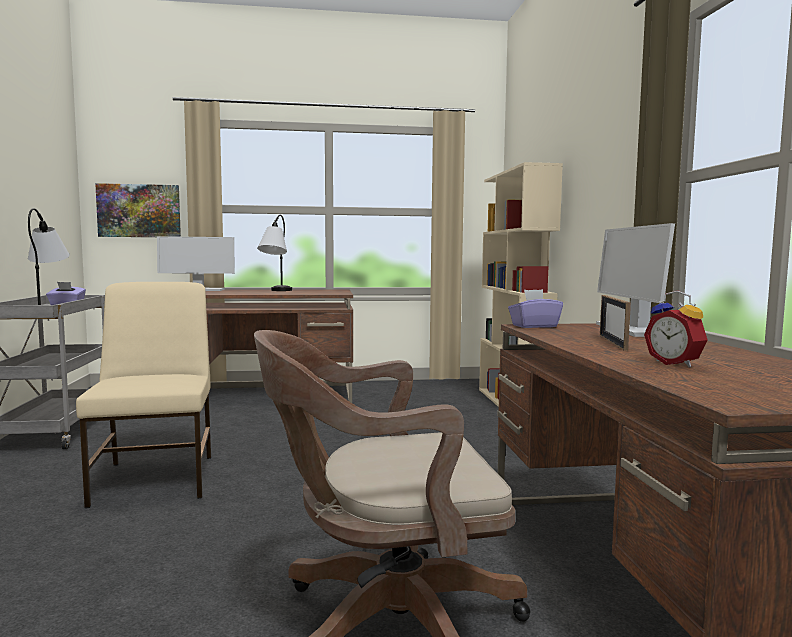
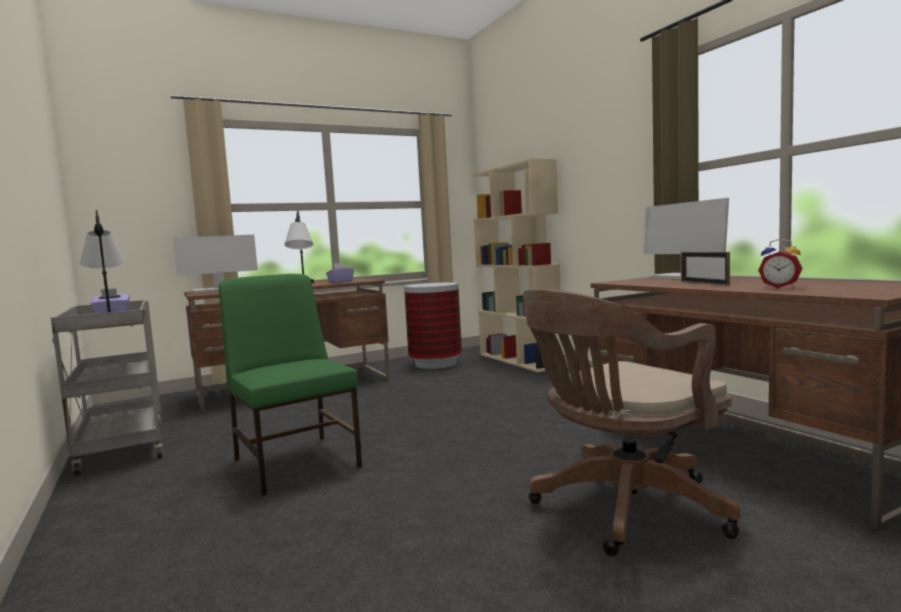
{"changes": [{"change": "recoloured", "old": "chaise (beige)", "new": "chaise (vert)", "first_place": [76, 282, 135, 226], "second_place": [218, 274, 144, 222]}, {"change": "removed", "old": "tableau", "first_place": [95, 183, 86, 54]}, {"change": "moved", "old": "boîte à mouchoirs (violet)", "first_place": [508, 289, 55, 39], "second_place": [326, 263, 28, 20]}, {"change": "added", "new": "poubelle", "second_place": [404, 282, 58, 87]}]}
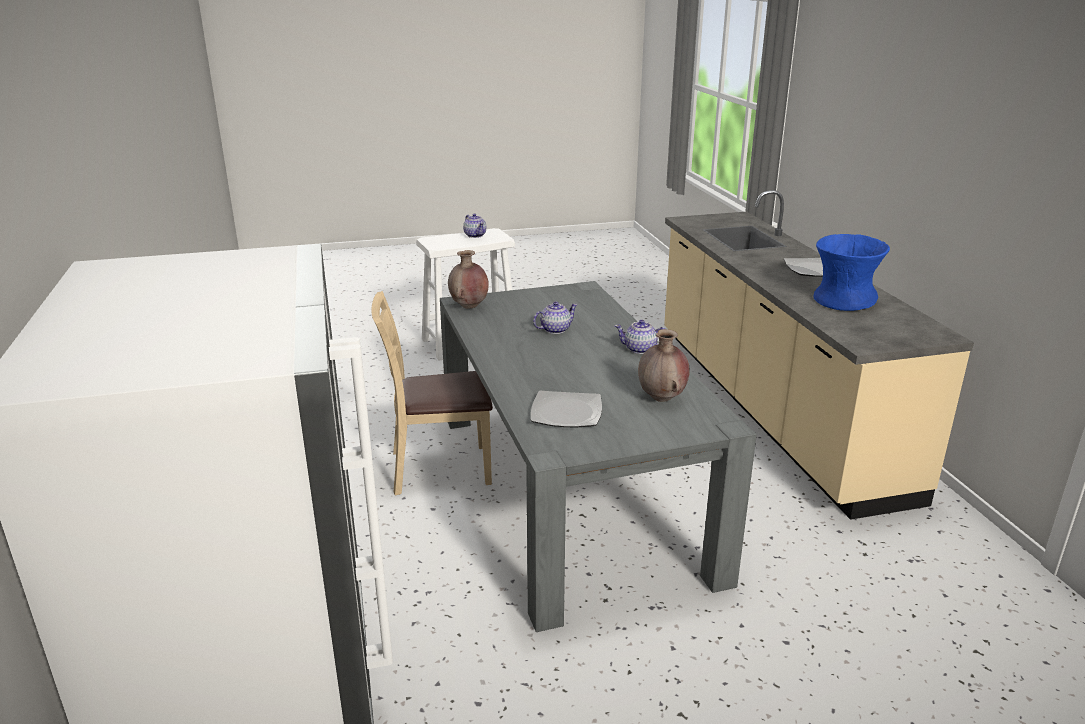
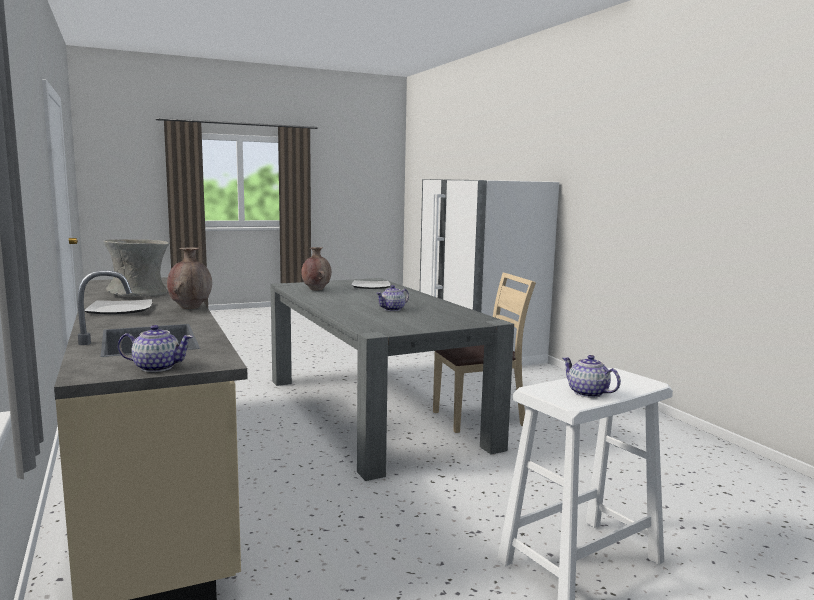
{"changes": [{"change": "moved", "old": "vase (marron)", "first_place": [448, 250, 41, 59], "second_place": [167, 247, 45, 62]}, {"change": "moved", "old": "théière", "first_place": [615, 320, 50, 34], "second_place": [118, 325, 75, 47]}, {"change": "recoloured", "old": "vase (bleu)", "new": "vase (gris)", "first_place": [814, 234, 76, 77], "second_place": [103, 239, 66, 57]}]}
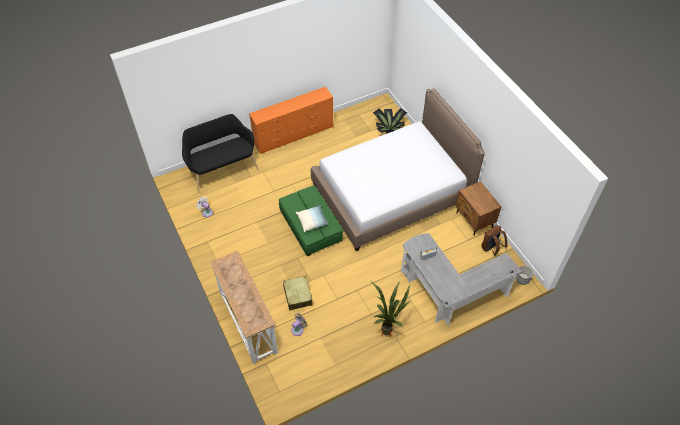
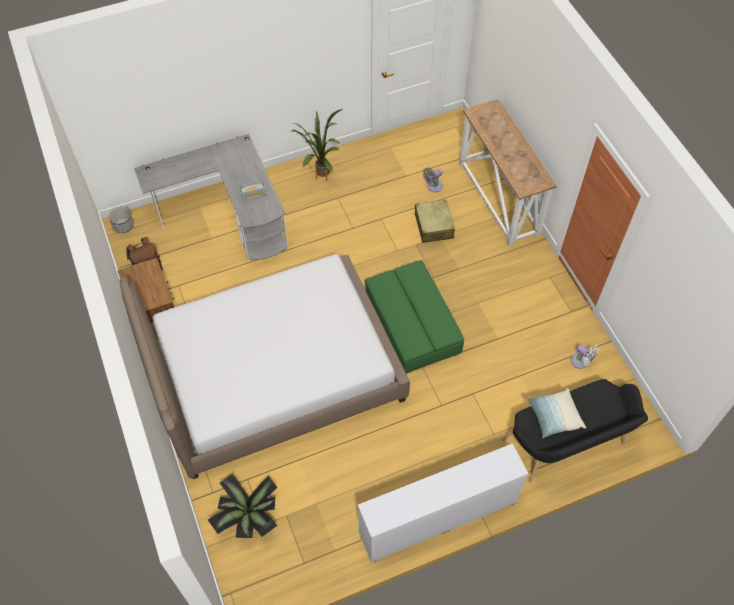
{"changes": [{"change": "recoloured", "old": "commode (orange)", "new": "commode (blanc)", "first_place": [249, 87, 84, 67], "second_place": [358, 443, 171, 120]}, {"change": "moved", "old": "coussin", "first_place": [296, 205, 33, 27], "second_place": [527, 388, 59, 50]}]}
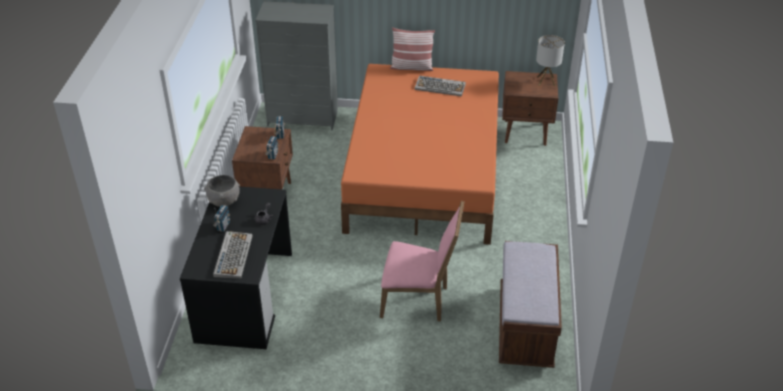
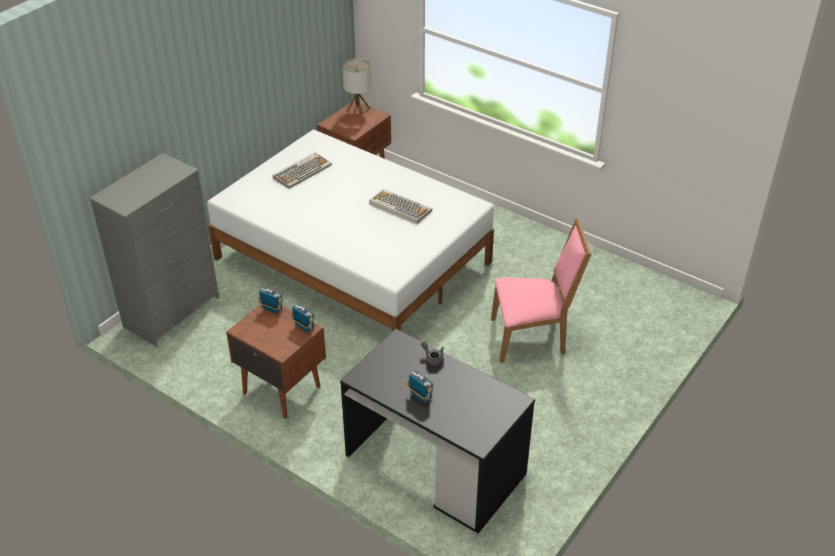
{"changes": [{"change": "removed", "old": "bol (gris)", "first_place": [204, 175, 36, 32]}, {"change": "moved", "old": "clavier", "first_place": [213, 231, 40, 48], "second_place": [369, 189, 63, 35]}, {"change": "recoloured", "old": "lit (orange)", "new": "lit (blanc)", "first_place": [341, 64, 158, 181], "second_place": [207, 130, 287, 202]}, {"change": "turned", "old": "chaise (rose)", "first_place": [380, 201, 84, 121], "second_place": [491, 218, 100, 145], "degrees": 45}, {"change": "removed", "old": "coussin", "first_place": [390, 27, 45, 44]}, {"change": "removed", "old": "banc (marron)", "first_place": [499, 241, 63, 127]}]}
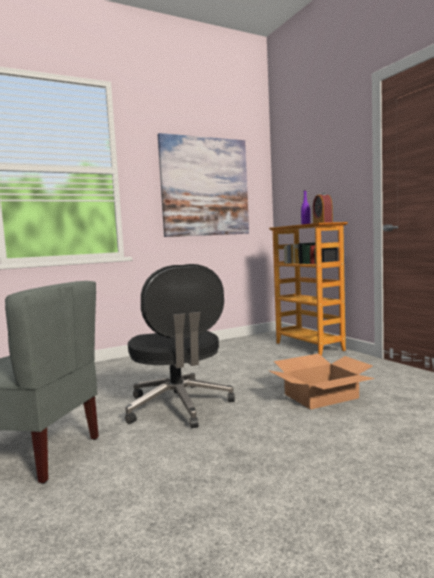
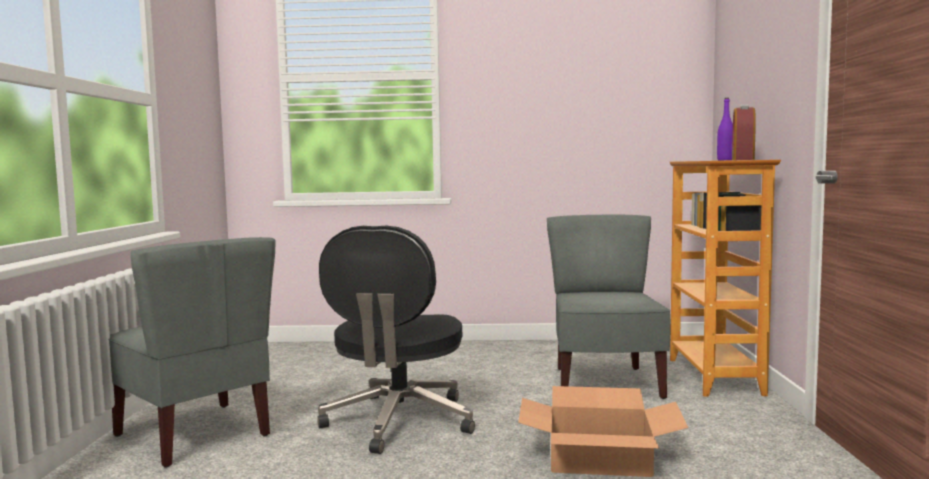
{"changes": [{"change": "removed", "old": "tableau", "first_place": [158, 133, 91, 104]}, {"change": "added", "new": "chaise (gris)", "second_place": [547, 214, 123, 185]}]}
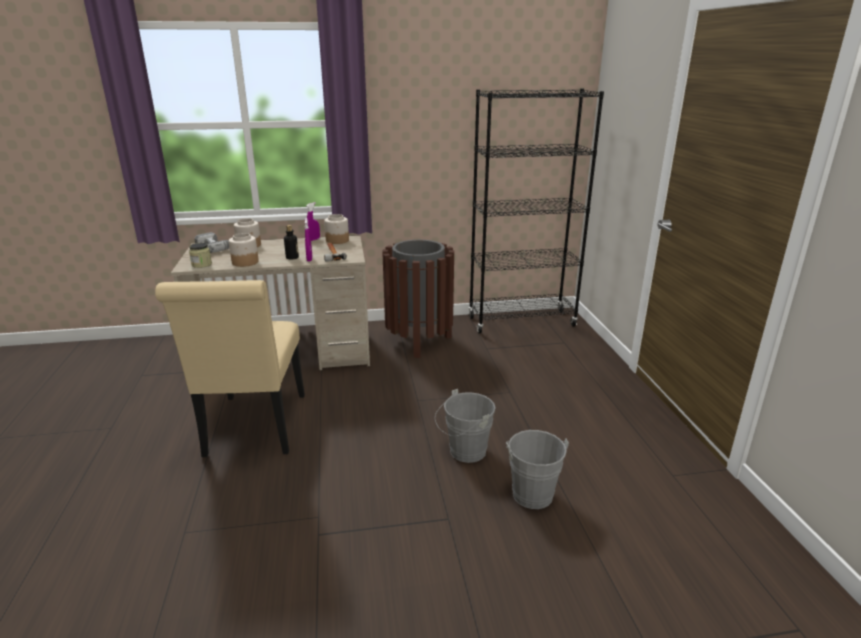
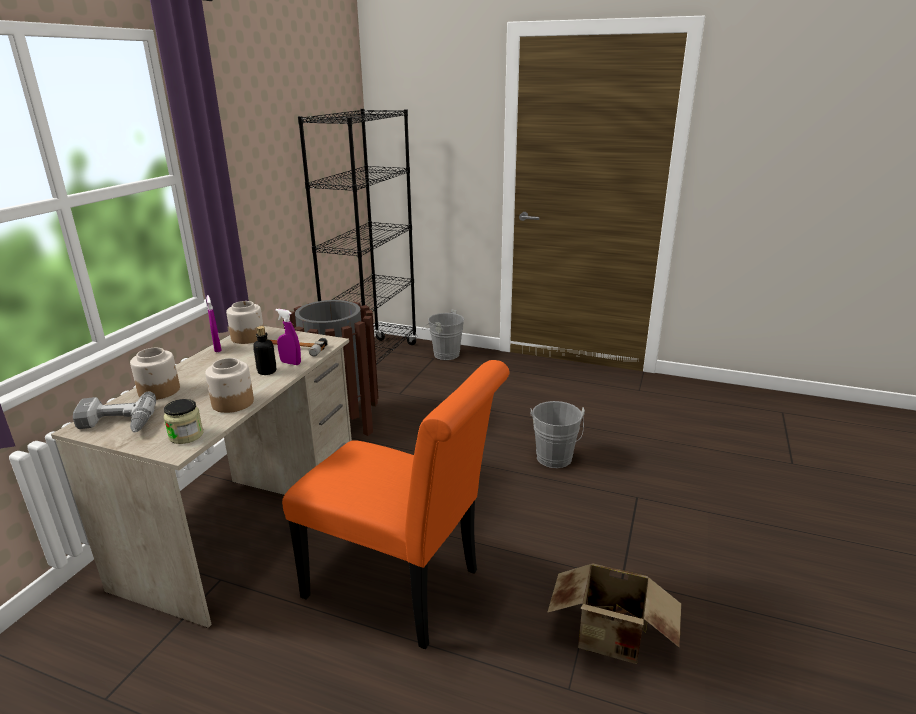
{"changes": [{"change": "recoloured", "old": "chaise (beige)", "new": "chaise (orange)", "first_place": [155, 280, 150, 177], "second_place": [282, 360, 228, 290]}, {"change": "moved", "old": "seau (gris)", "first_place": [506, 430, 63, 79], "second_place": [422, 310, 42, 50]}, {"change": "added", "new": "carton", "second_place": [547, 563, 134, 101]}]}
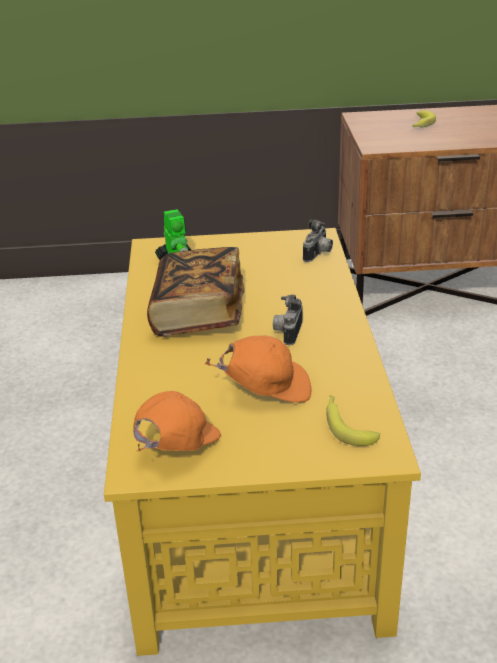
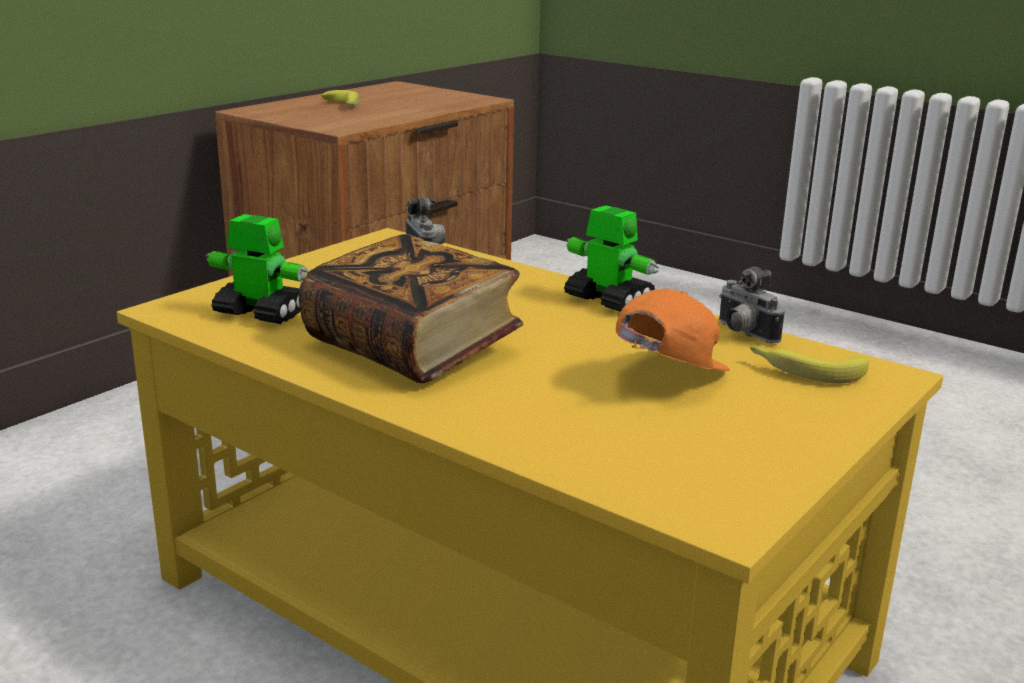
{"changes": [{"change": "removed", "old": "casquette (orange)", "first_place": [133, 391, 88, 60]}, {"change": "moved", "old": "appareil photo", "first_place": [273, 295, 30, 50], "second_place": [719, 266, 65, 77]}, {"change": "added", "new": "robot jouet", "second_place": [564, 205, 95, 107]}]}
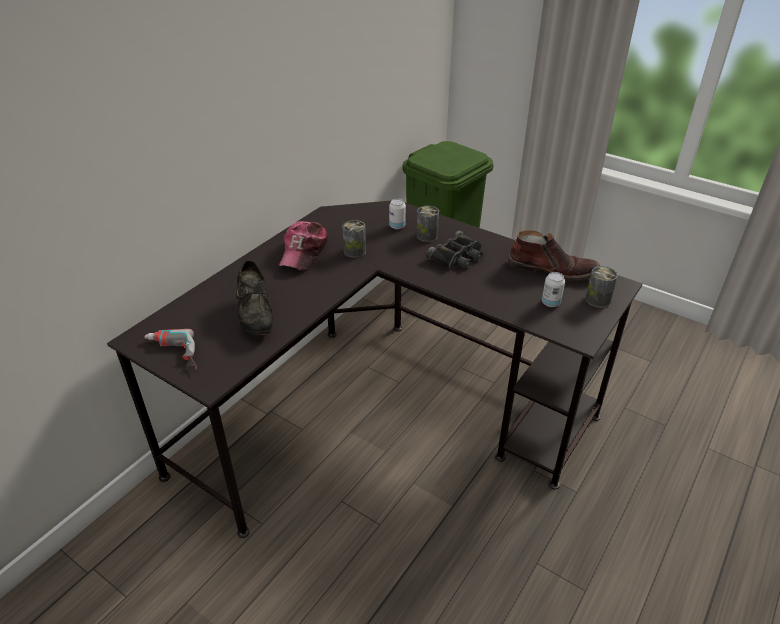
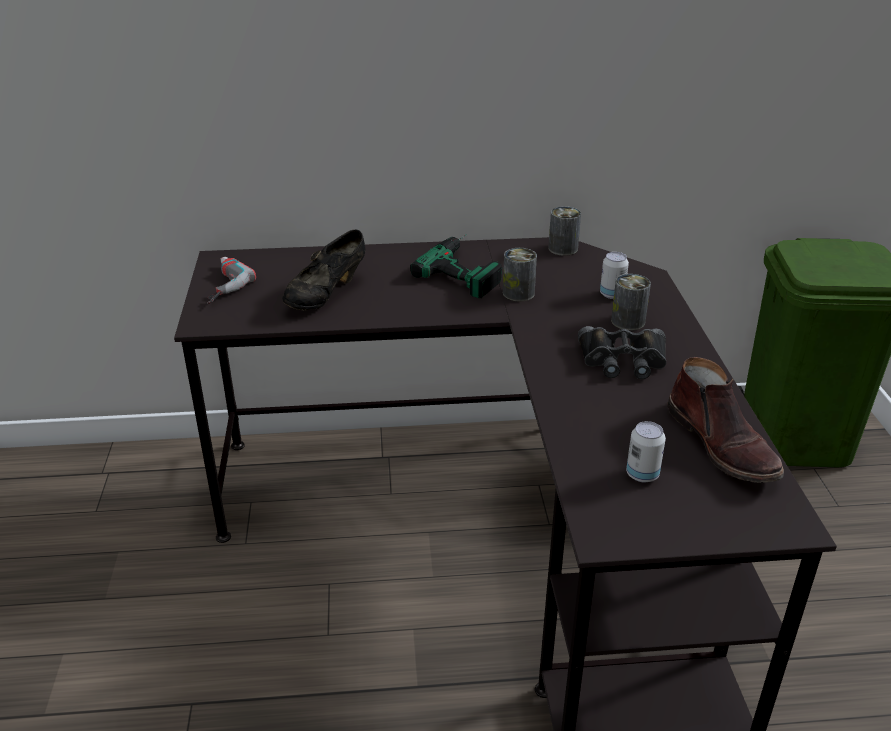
{"changes": [{"change": "replaced", "old": "casquette", "new": "perceuse", "first_place": [279, 221, 49, 50], "second_place": [410, 234, 92, 64]}, {"change": "moved", "old": "boîte métallique", "first_place": [585, 266, 33, 42], "second_place": [548, 206, 33, 50]}]}
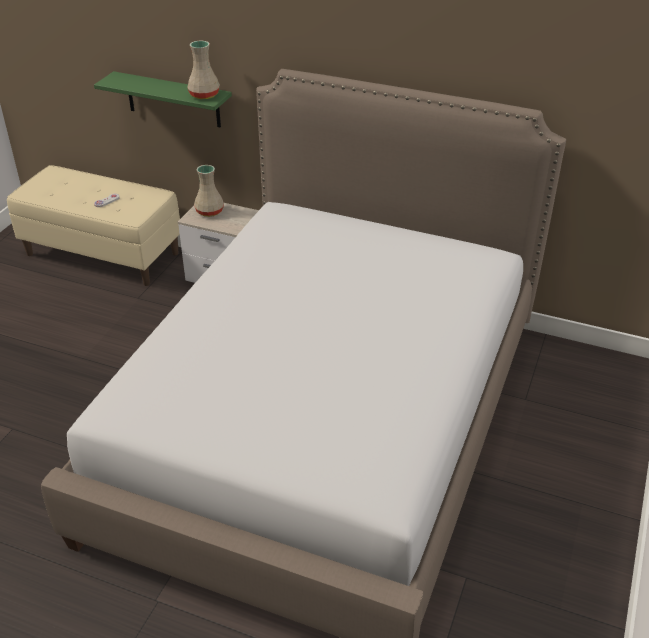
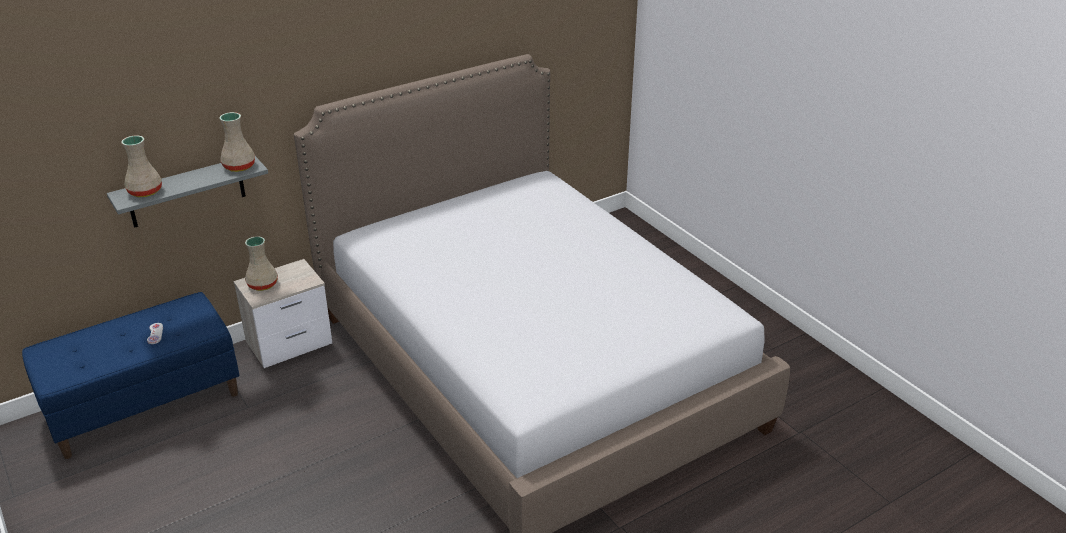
{"changes": [{"change": "recoloured", "old": "banc (beige)", "new": "banc (bleu)", "first_place": [7, 165, 173, 121], "second_place": [22, 292, 217, 167]}, {"change": "recoloured", "old": "étagère (vert)", "new": "étagère (gris)", "first_place": [94, 71, 138, 56], "second_place": [107, 156, 161, 72]}, {"change": "added", "new": "vase (beige)", "second_place": [121, 136, 41, 61]}]}
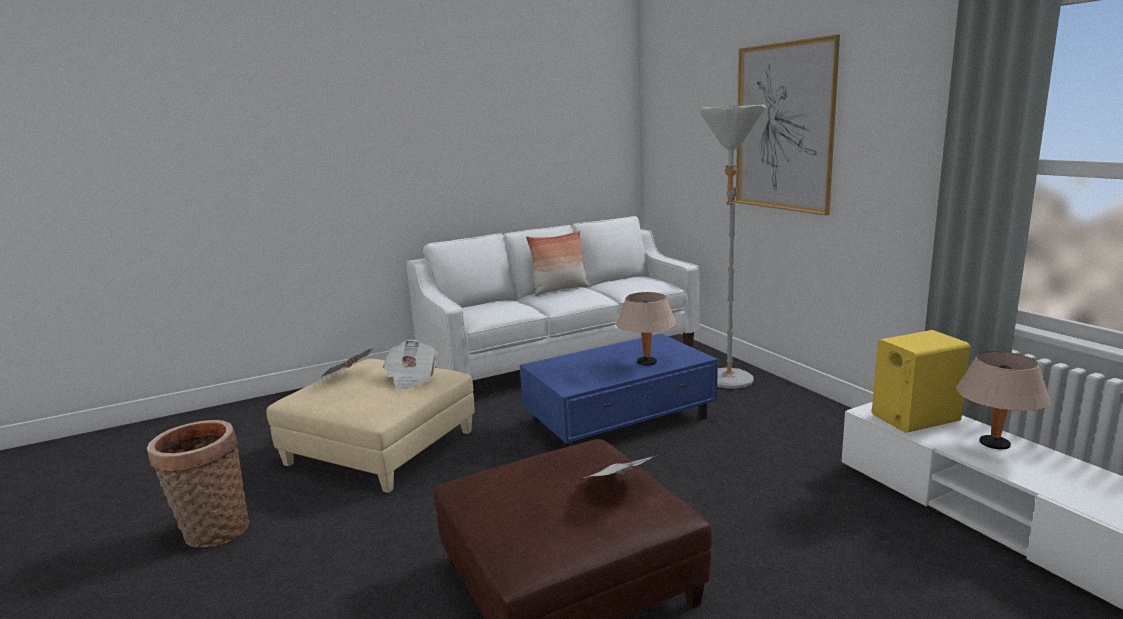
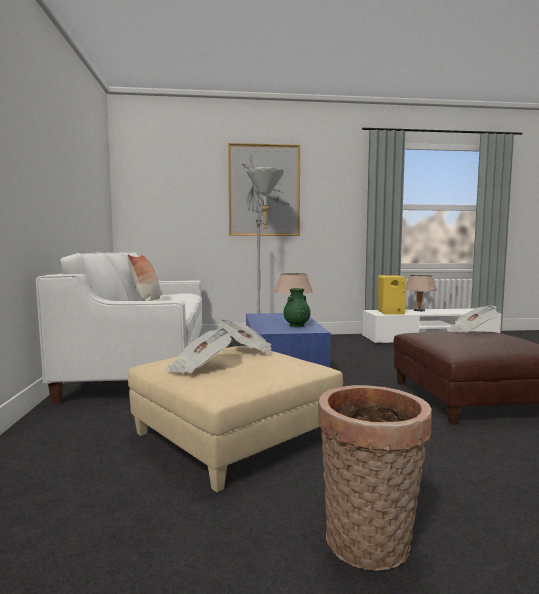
{"changes": [{"change": "added", "new": "vase (vert)", "second_place": [284, 288, 26, 39]}]}
